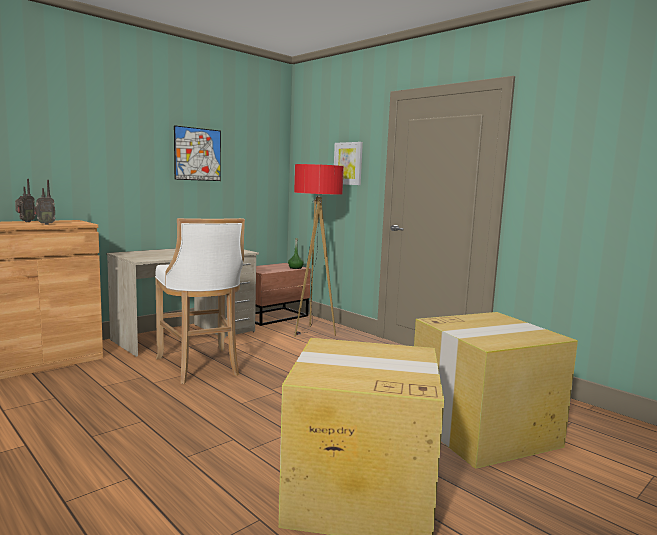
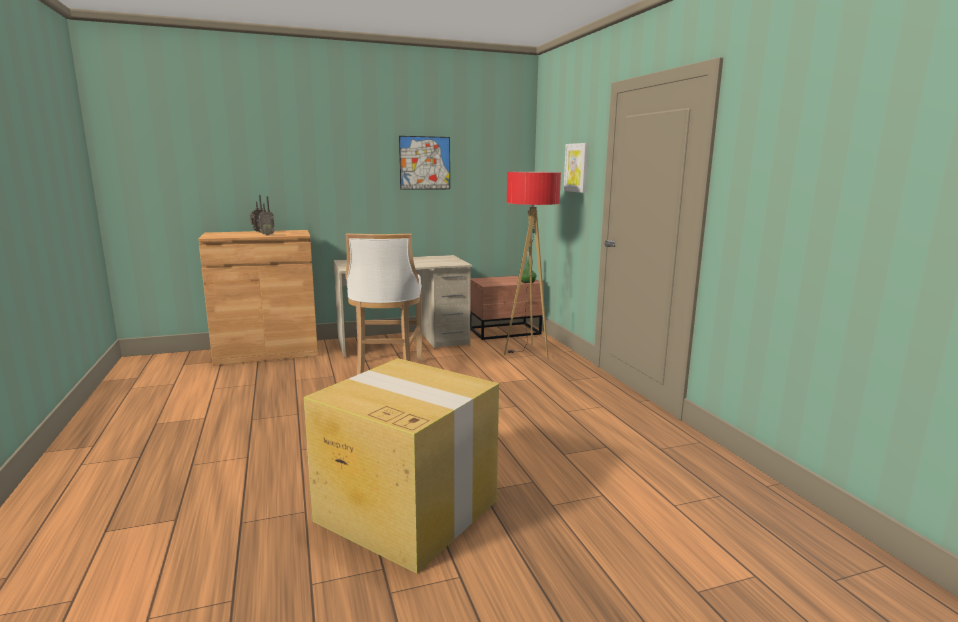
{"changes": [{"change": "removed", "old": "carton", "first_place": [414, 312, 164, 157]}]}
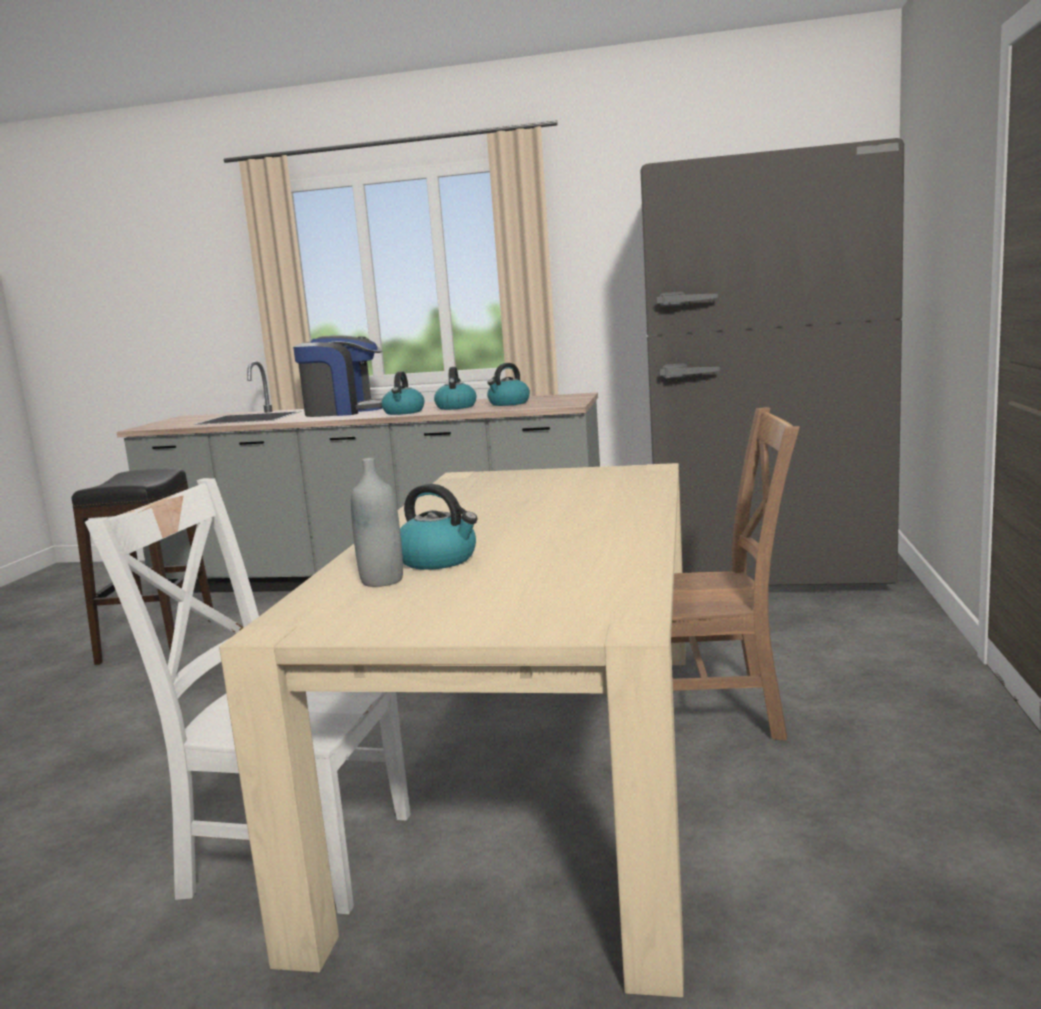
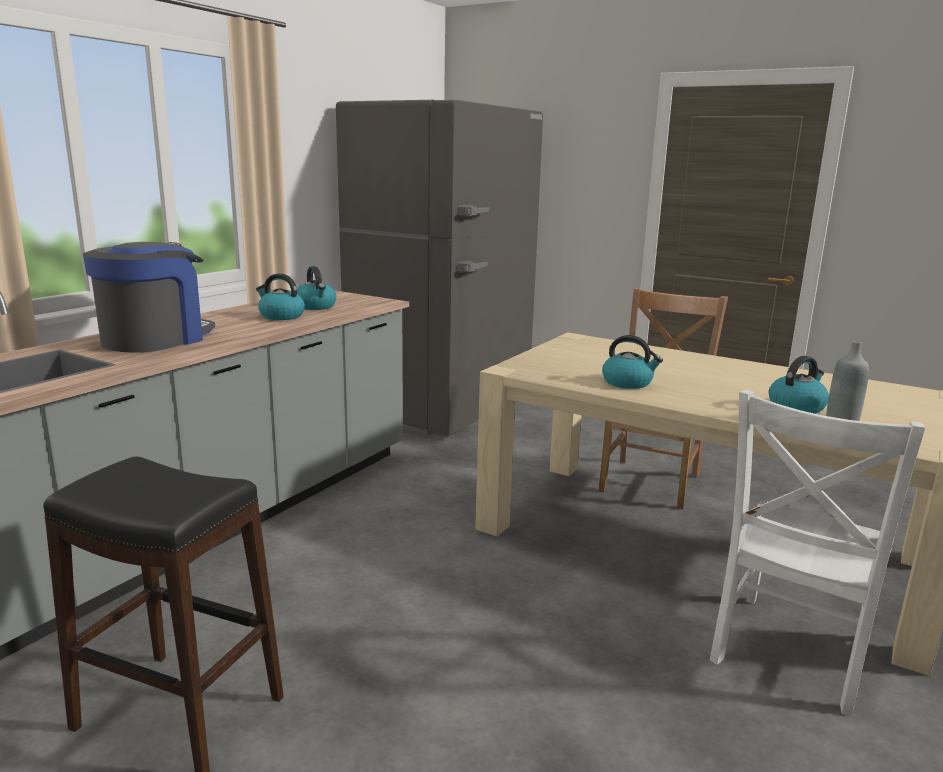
{"changes": [{"change": "moved", "old": "bouilloire", "first_place": [381, 371, 44, 44], "second_place": [602, 335, 61, 54]}]}
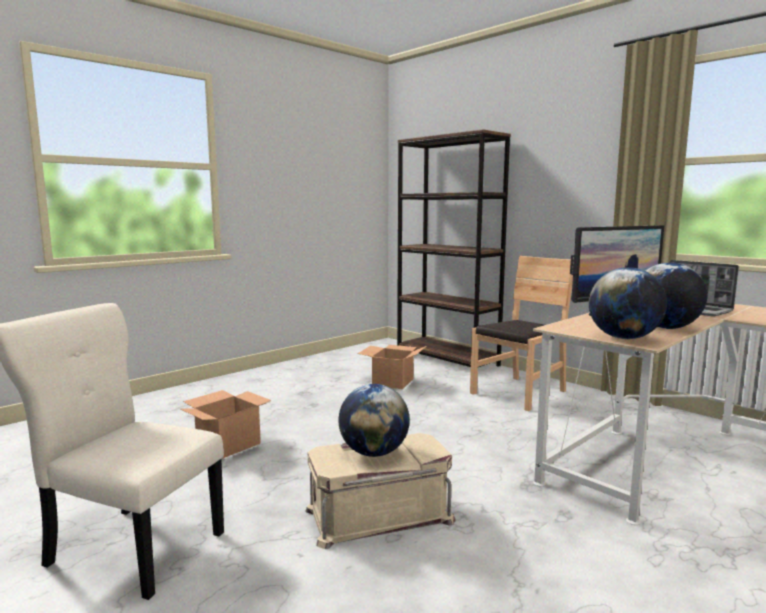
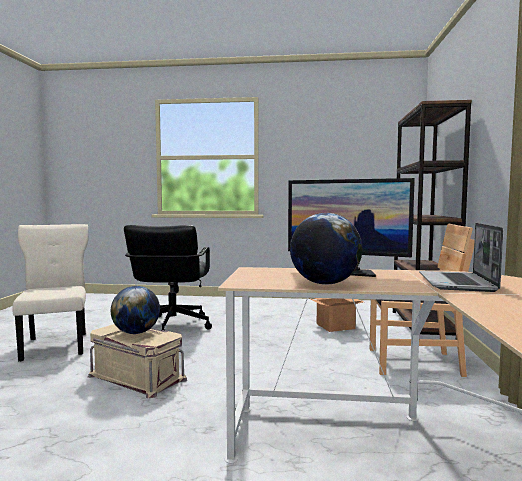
{"changes": [{"change": "replaced", "old": "carton", "new": "chaise de bureau (noir)", "first_place": [181, 390, 90, 69], "second_place": [124, 225, 88, 106]}, {"change": "removed", "old": "globe", "first_place": [589, 267, 78, 72]}]}
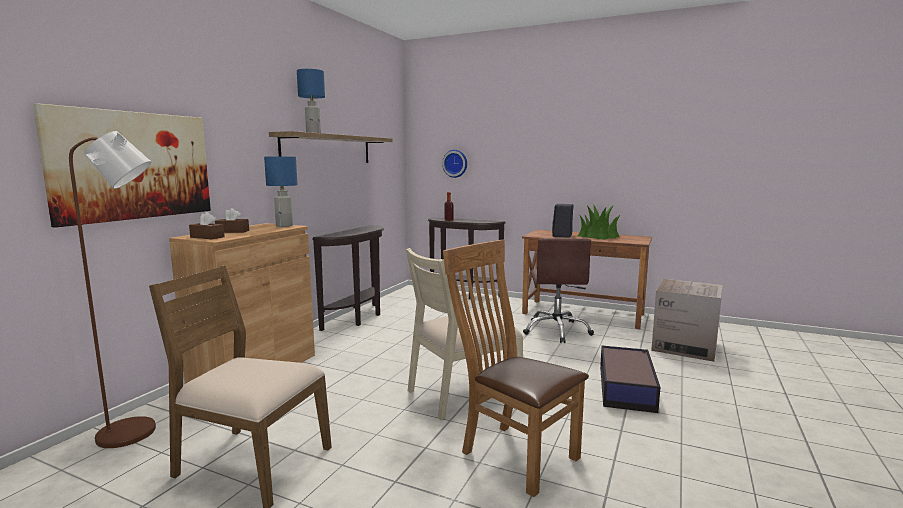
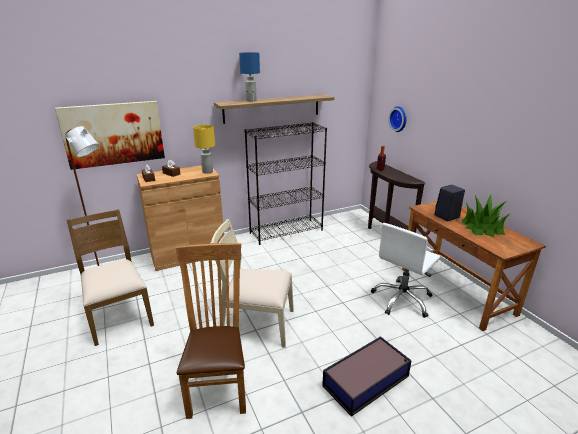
{"changes": [{"change": "recoloured", "old": "lampe de table (bleu)", "new": "lampe de table (jaune)", "first_place": [264, 157, 34, 70], "second_place": [193, 125, 22, 49]}, {"change": "replaced", "old": "table console (marron)", "new": "bibliothèque (noir)", "first_place": [312, 225, 72, 106], "second_place": [244, 122, 83, 123]}, {"change": "recoloured", "old": "chaise de bureau (marron)", "new": "chaise de bureau (blanc)", "first_place": [523, 238, 71, 105], "second_place": [371, 223, 69, 95]}, {"change": "removed", "old": "carton", "first_place": [651, 279, 72, 83]}]}
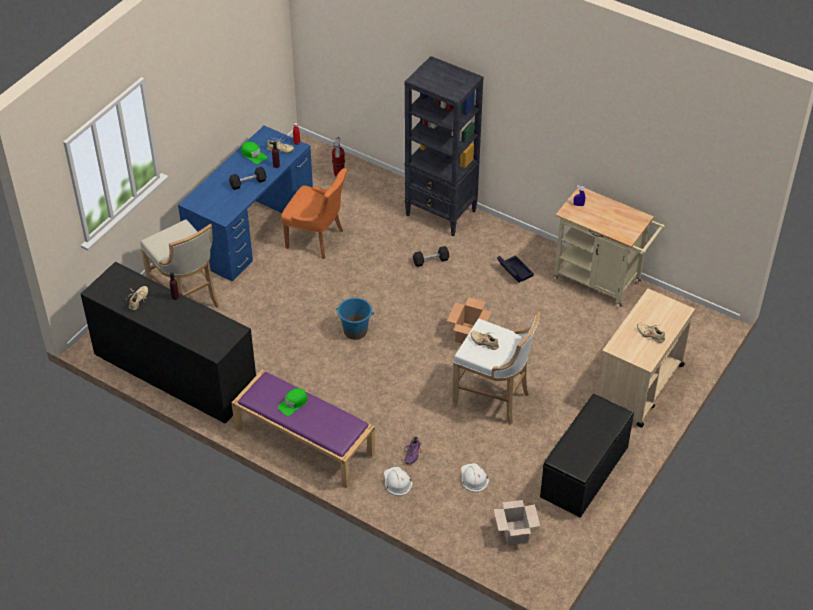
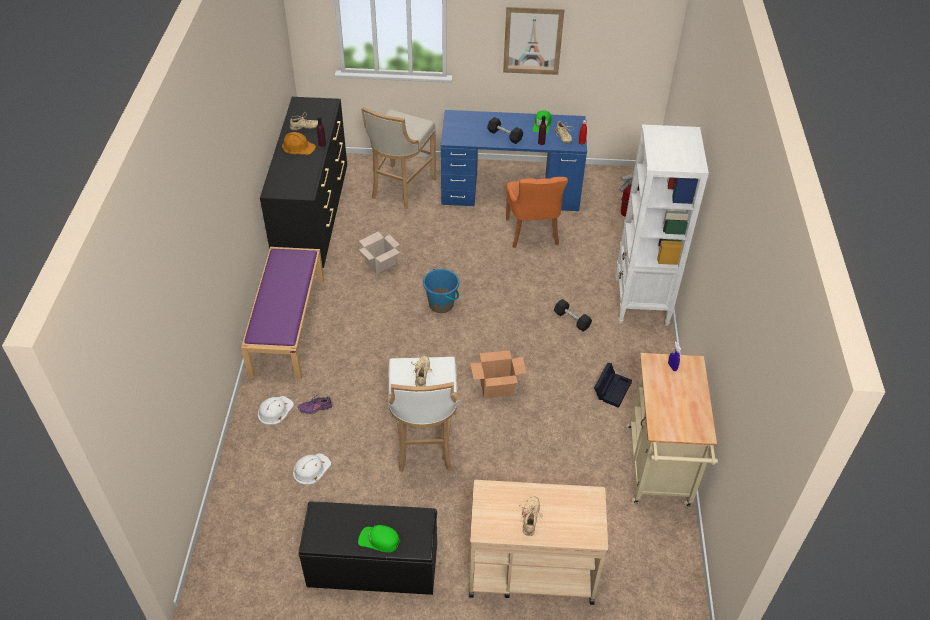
{"changes": [{"change": "moved", "old": "casquette (vert)", "first_place": [278, 388, 30, 28], "second_place": [358, 525, 42, 27]}, {"change": "recoloured", "old": "bibliothèque (noir)", "new": "bibliothèque (blanc)", "first_place": [404, 56, 80, 180], "second_place": [616, 124, 93, 201]}, {"change": "moved", "old": "carton", "first_place": [494, 500, 46, 45], "second_place": [359, 231, 41, 43]}, {"change": "added", "new": "casque de chantier (orange)", "second_place": [282, 132, 34, 23]}, {"change": "added", "new": "tableau", "second_place": [503, 7, 61, 68]}]}
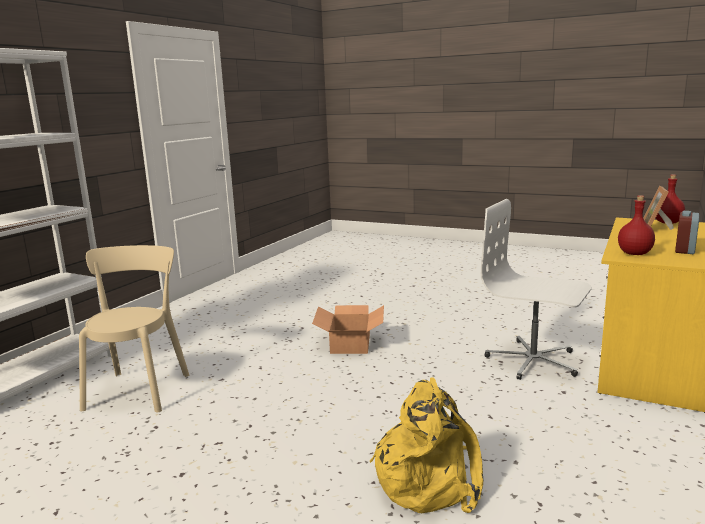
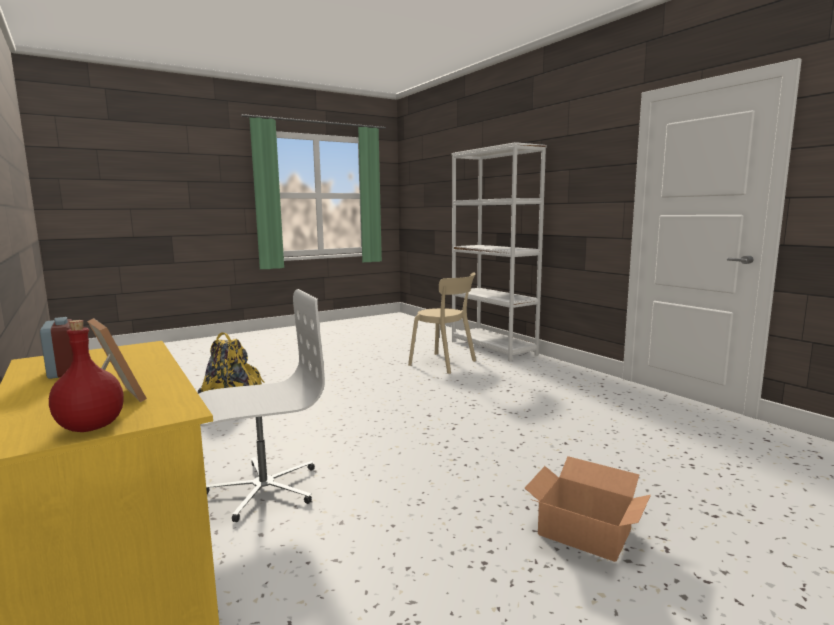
{"changes": [{"change": "moved", "old": "carton", "first_place": [312, 305, 72, 49], "second_place": [525, 456, 126, 106]}, {"change": "removed", "old": "bouteille (rouge)", "first_place": [618, 195, 37, 60]}]}
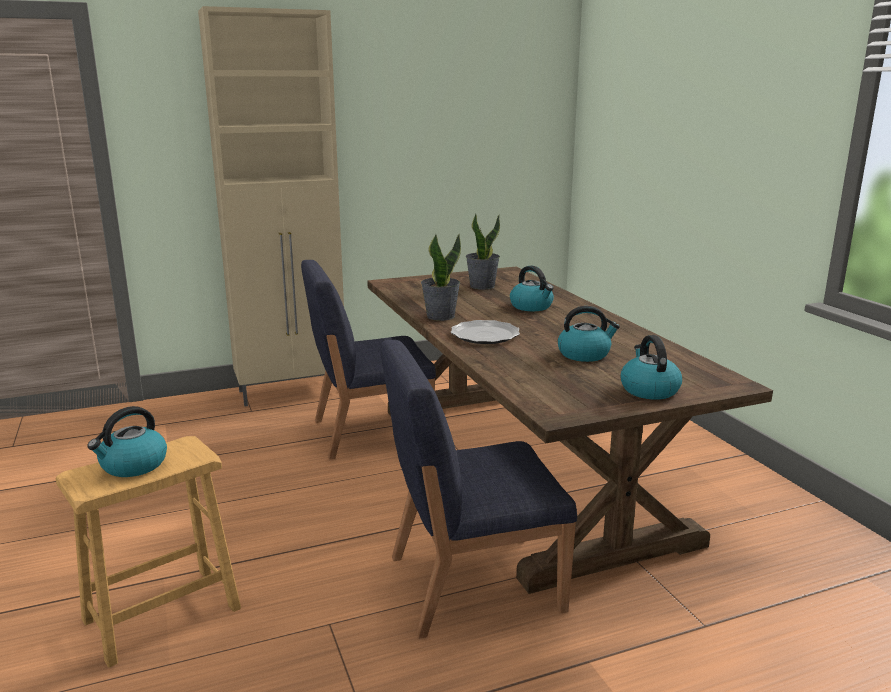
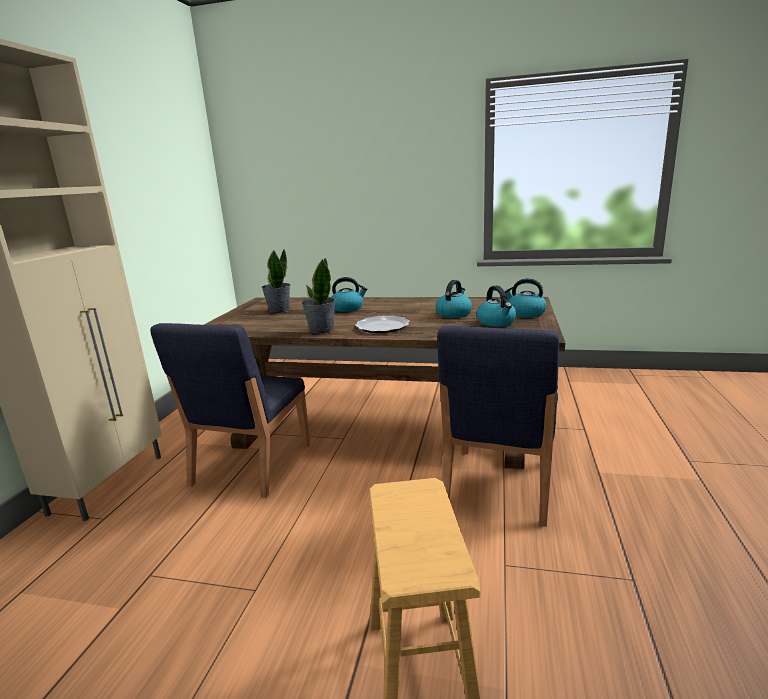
{"changes": [{"change": "moved", "old": "bouilloire", "first_place": [87, 406, 80, 71], "second_place": [476, 285, 40, 42]}]}
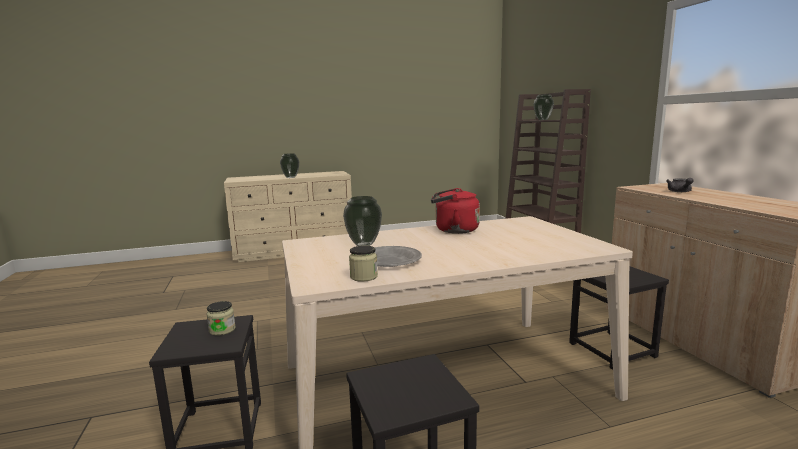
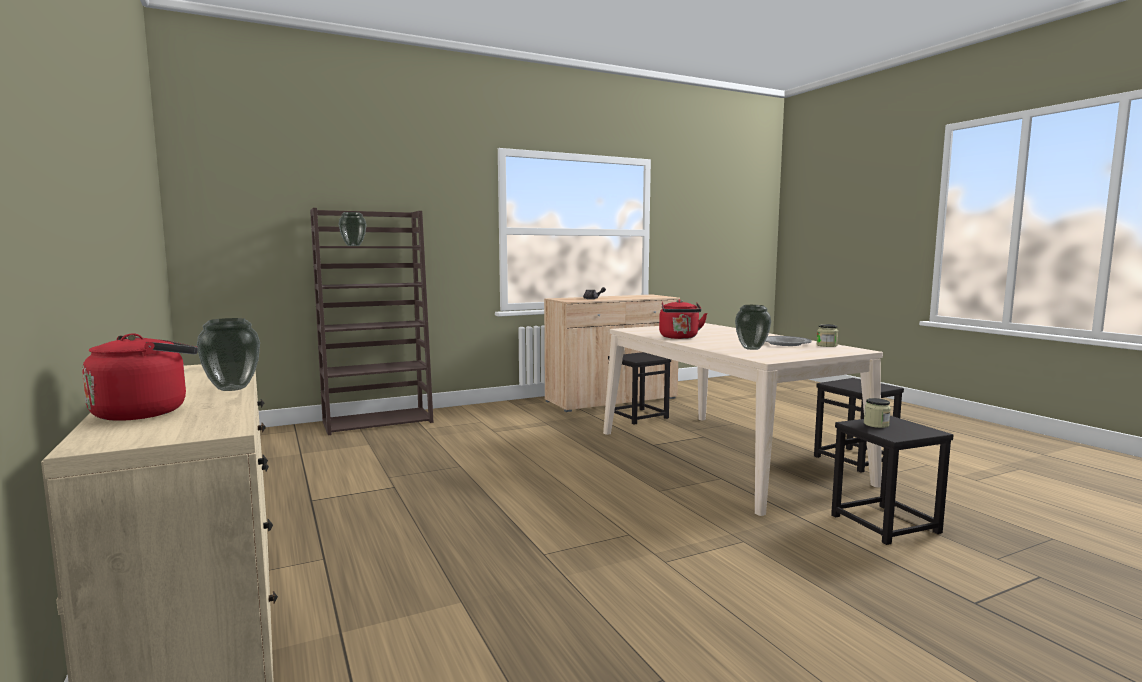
{"changes": [{"change": "added", "new": "bouilloire (rouge)", "second_place": [82, 333, 116, 88]}]}
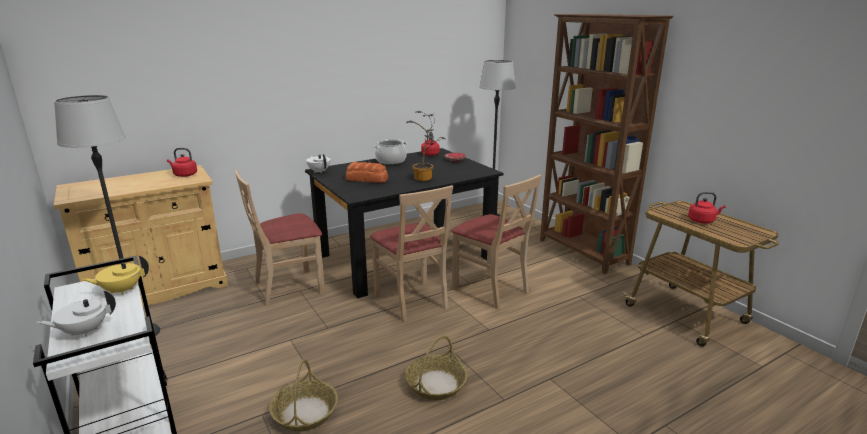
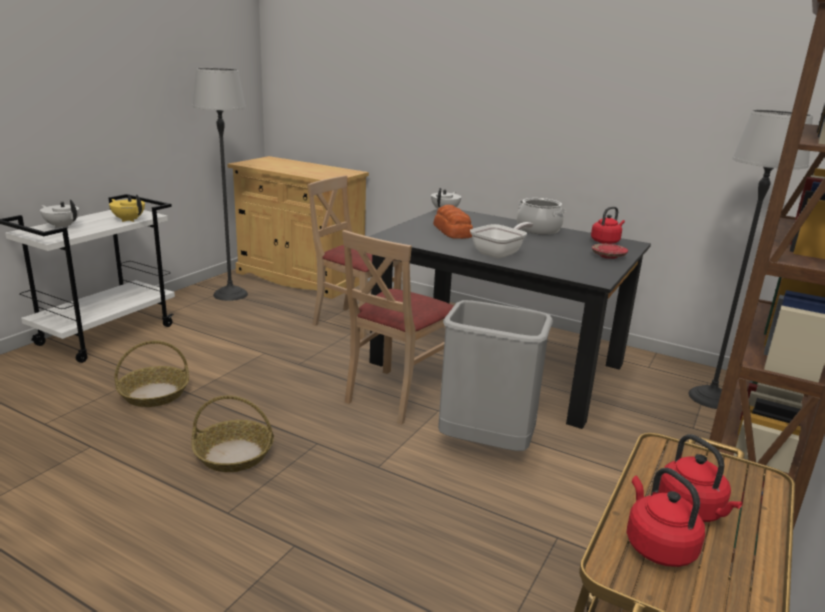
{"changes": [{"change": "moved", "old": "bouilloire (rouge)", "first_place": [167, 148, 30, 29], "second_place": [626, 468, 79, 99]}, {"change": "replaced", "old": "plante en pot", "new": "poêle", "first_place": [406, 111, 39, 70], "second_place": [470, 222, 63, 36]}, {"change": "replaced", "old": "chaise (beige)", "new": "poubelle (gris)", "first_place": [451, 174, 91, 136], "second_place": [438, 300, 115, 151]}]}
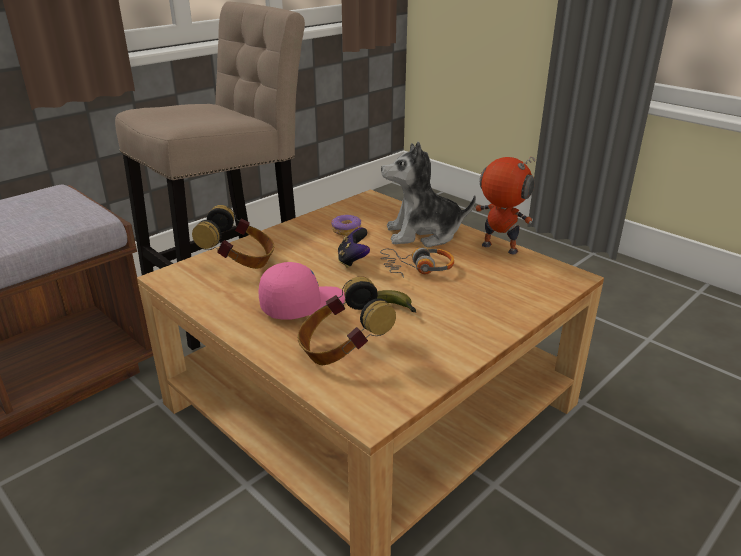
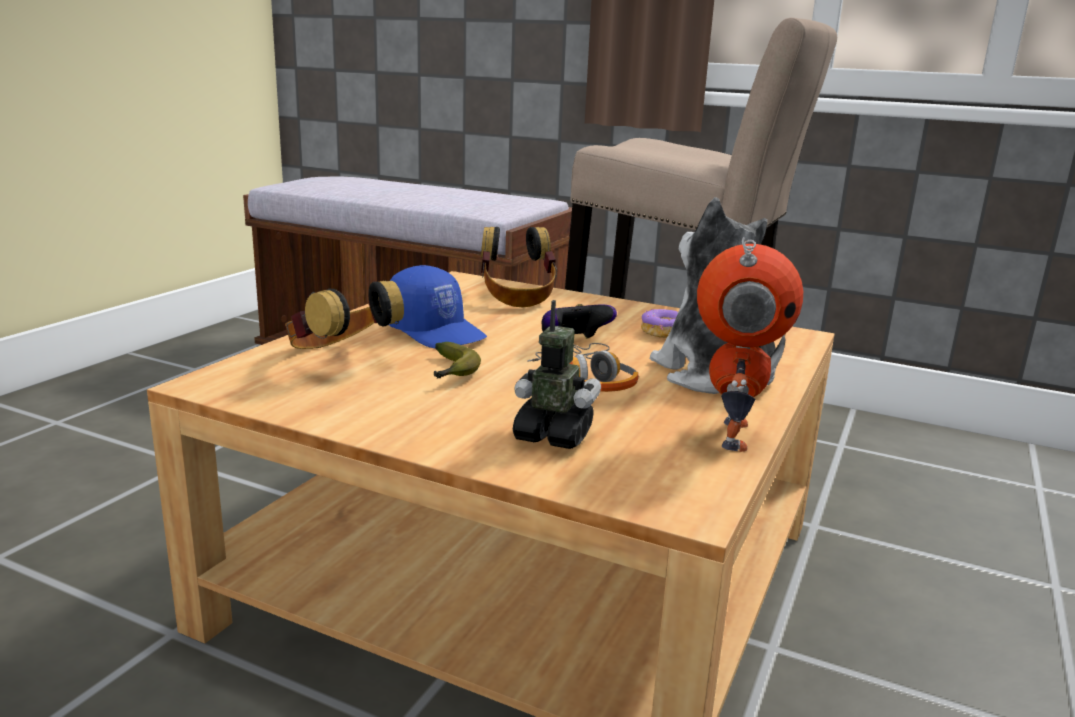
{"changes": [{"change": "recoloured", "old": "casquette (rose)", "new": "casquette (bleu)", "first_place": [259, 262, 86, 58], "second_place": [389, 265, 98, 83]}, {"change": "added", "new": "robot jouet", "second_place": [513, 300, 88, 149]}]}
